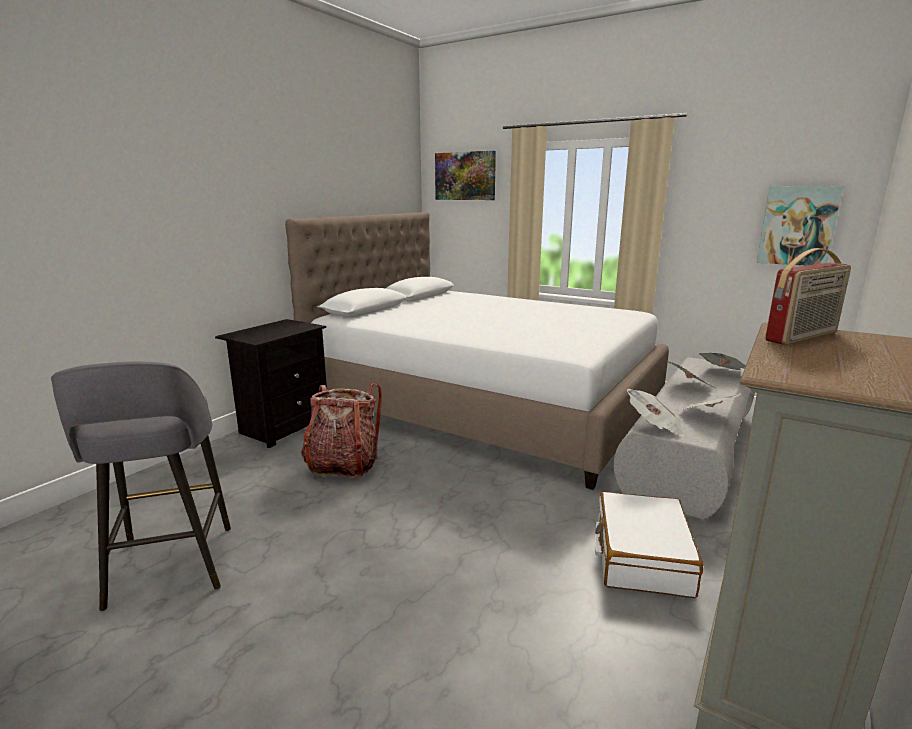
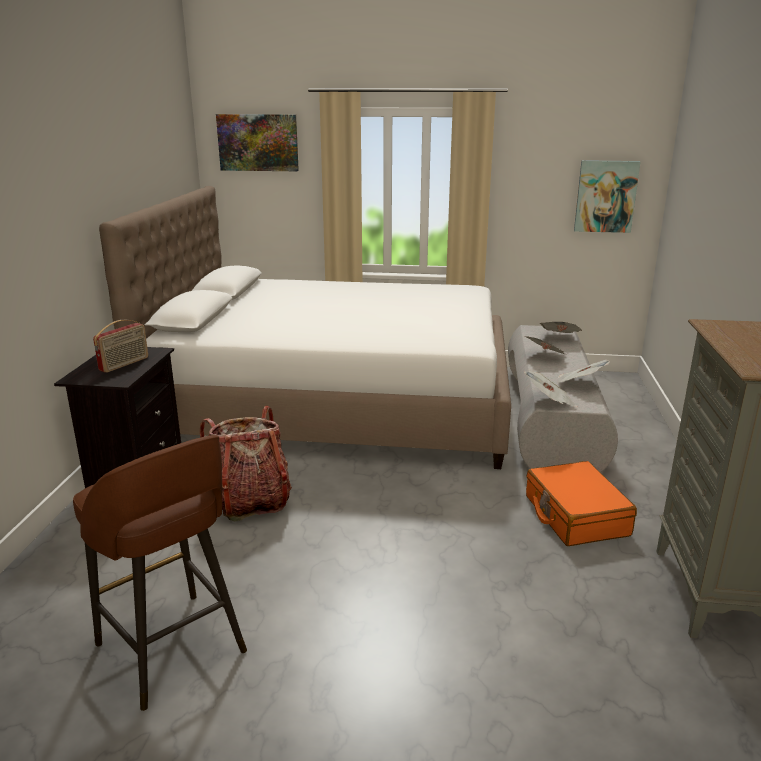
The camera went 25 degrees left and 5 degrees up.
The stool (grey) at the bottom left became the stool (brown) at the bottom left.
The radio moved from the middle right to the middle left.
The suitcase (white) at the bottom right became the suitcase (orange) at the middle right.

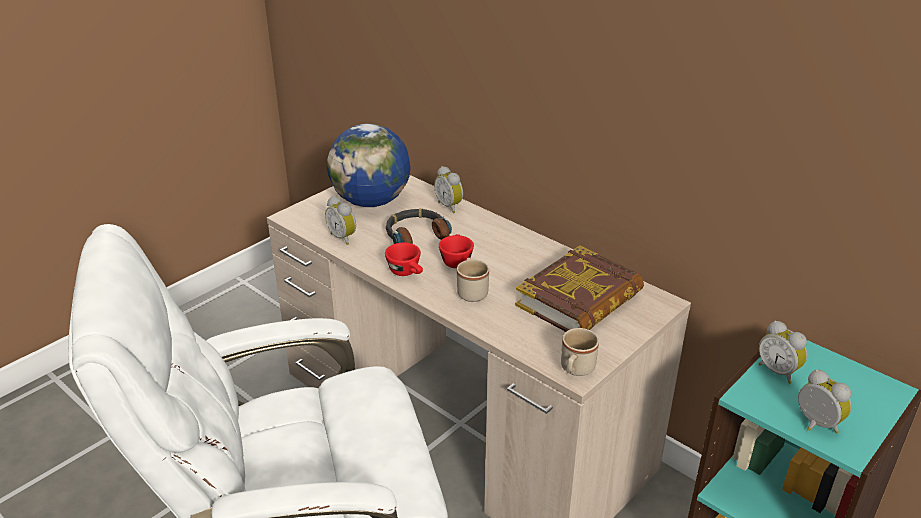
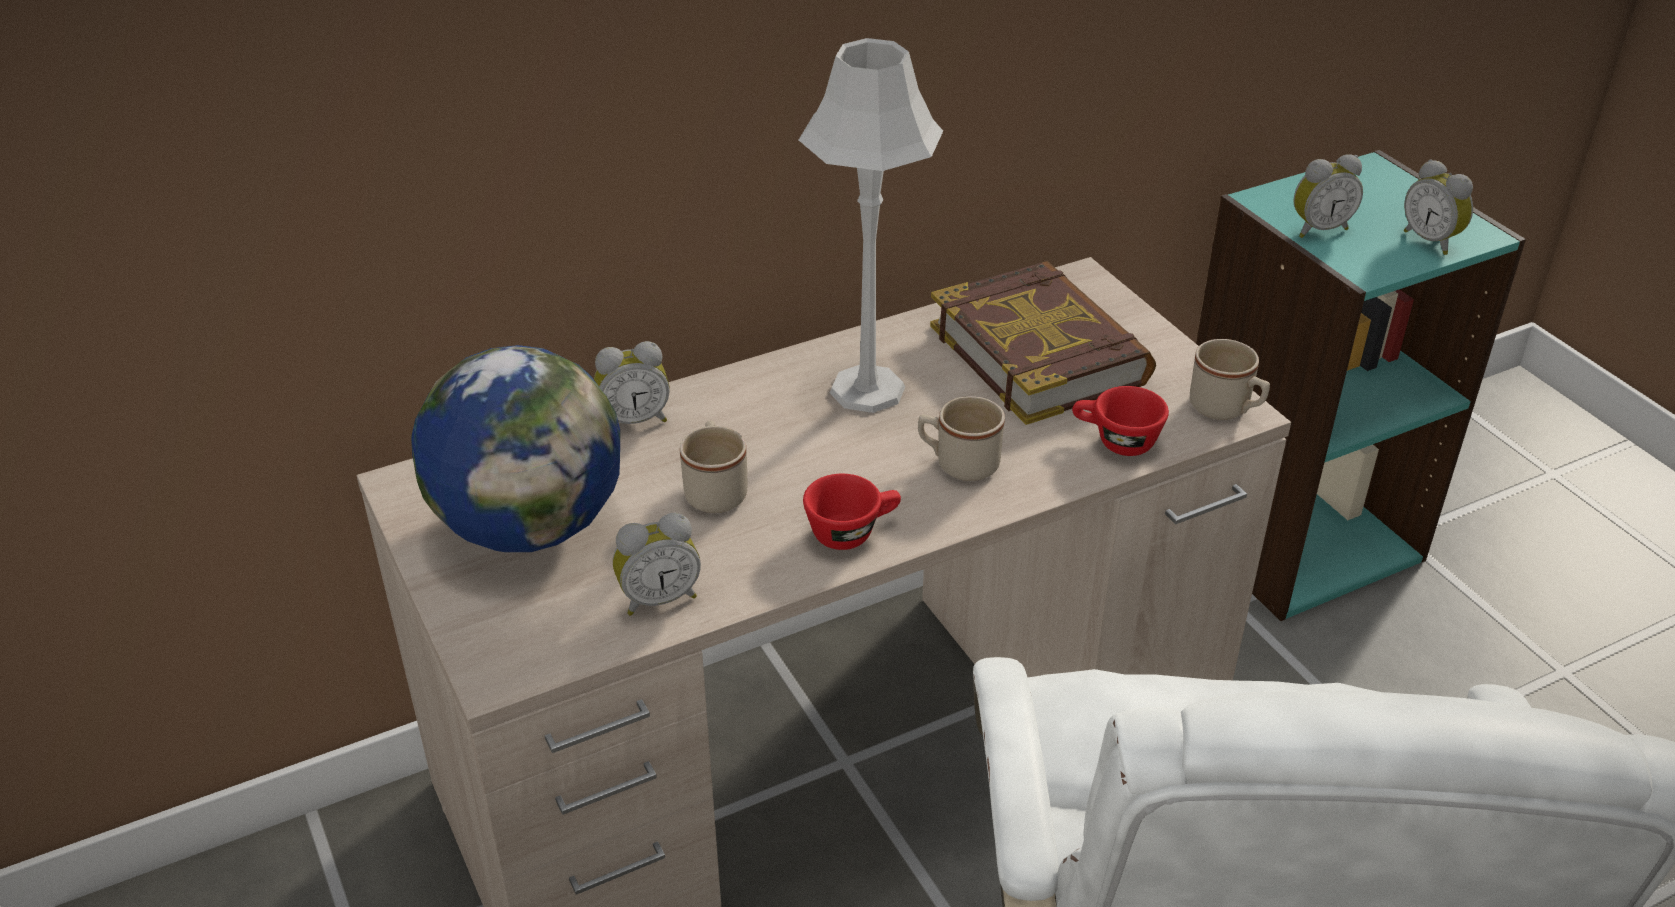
The camera went 70 degrees left and 5 degrees up.
The headphones at the centre was replaced by the mug (beige) (no. 1 from left) at the centre.
The table lamp (grey) at the top centre appeared.
The cup (red) (no. 2 from left) moved from the centre to the middle right.
The alarm clock (no. 4 from left) at the bottom right turned 105 degrees counterclockwise.

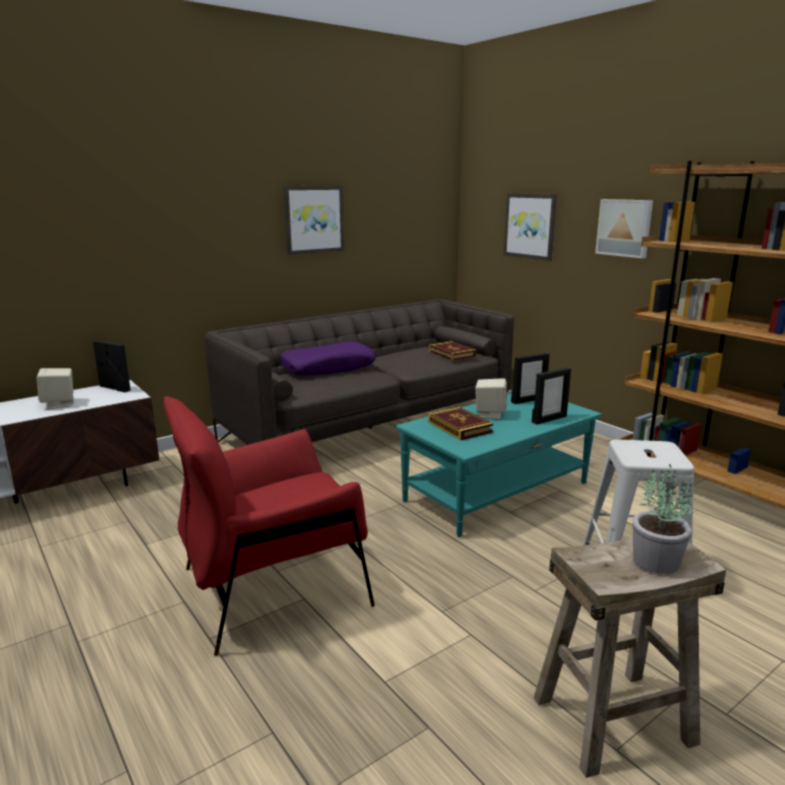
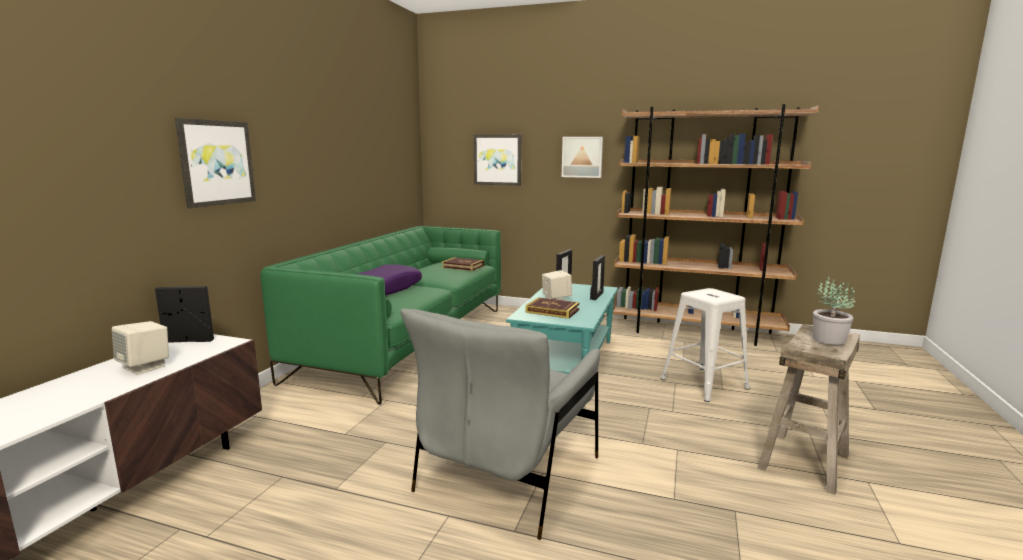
The camera went 35 degrees left and 5 degrees down.
The picture (no. 1 from left) moved from the top centre to the top left.
The sofa (grey) at the centre became the sofa (green) at the centre.
The armchair (red) at the bottom centre became the armchair (grey) at the bottom centre.

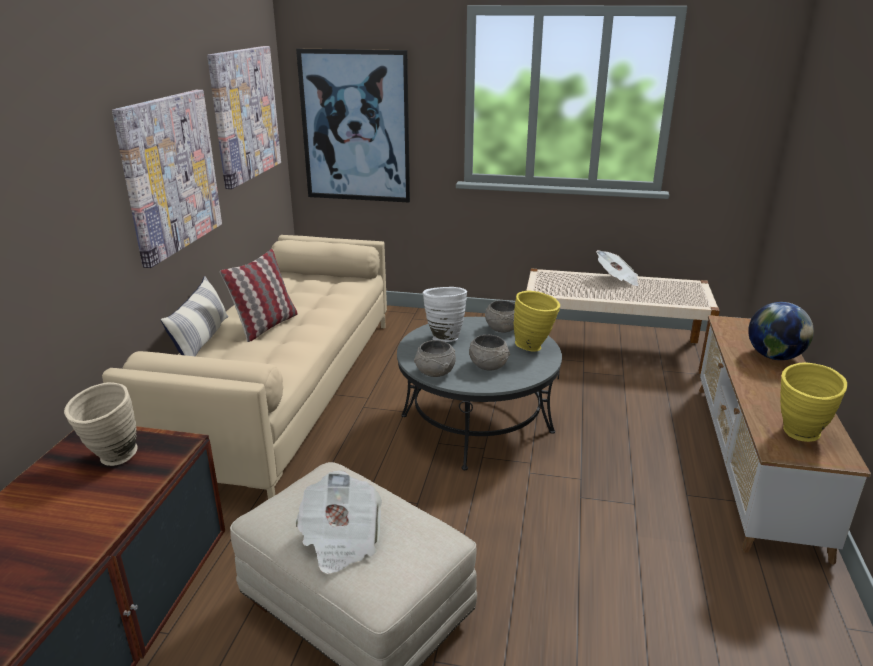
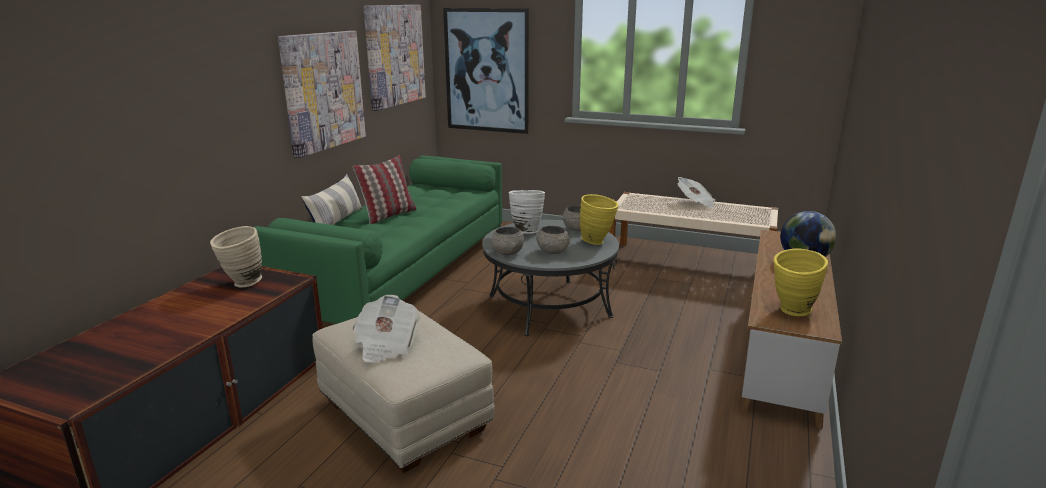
The camera went 10 degrees right and 5 degrees down.
The sofa (beige) at the middle left became the sofa (green) at the centre.

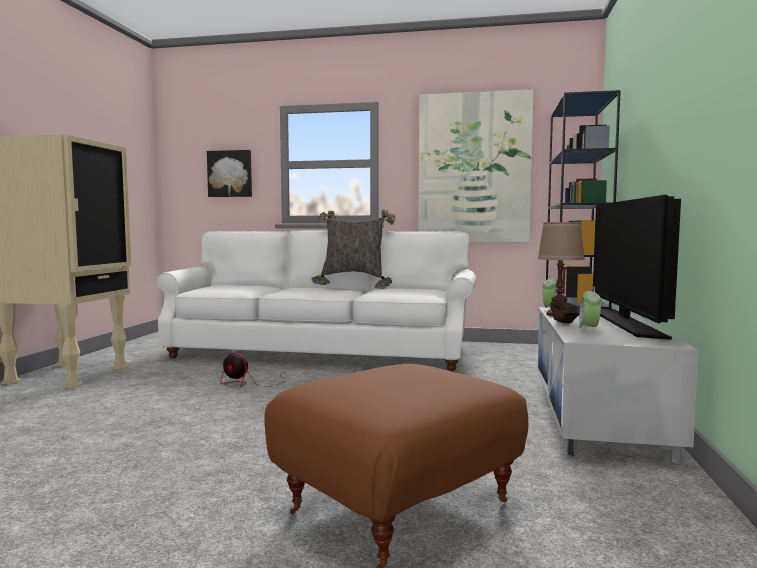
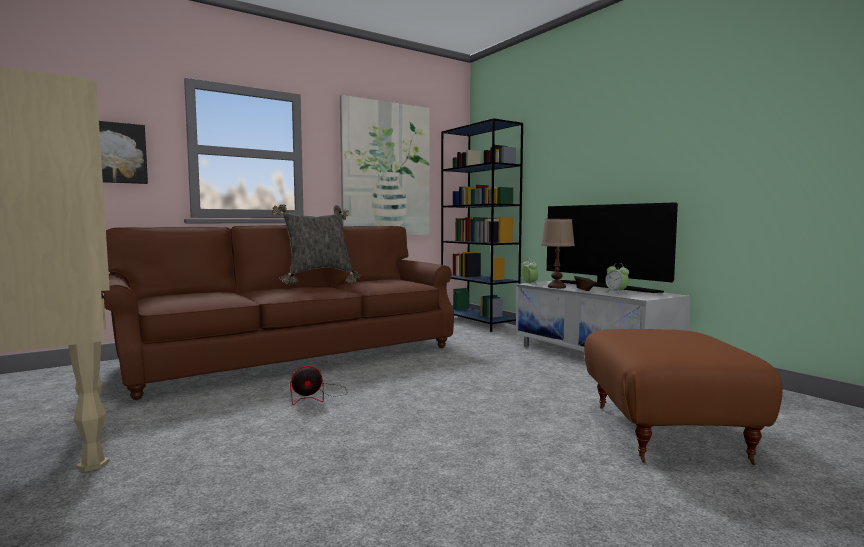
The camera went 45 degrees left and 0 degrees up.
The sofa (white) at the centre became the sofa (brown) at the middle left.

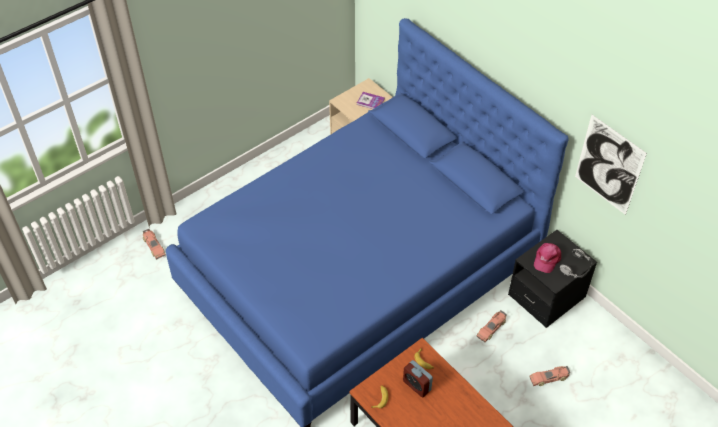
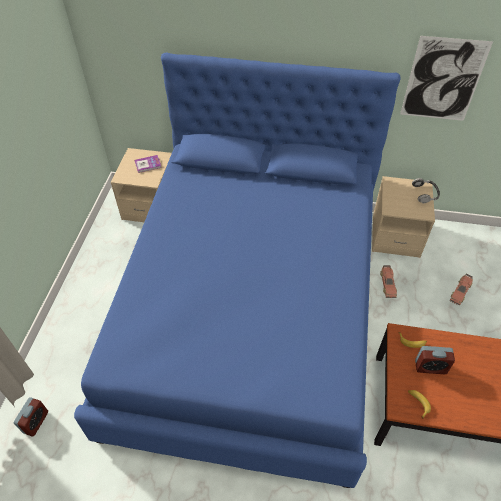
The camera went 40 degrees left and 0 degrees up.
The toy car (no. 1 from left) at the middle left was replaced by the alarm clock (no. 1 from left) at the bottom left.
The nightstand (black) at the middle right became the nightstand (beige) (no. 2 from left) at the middle right.
The cap (pink) at the middle right disappeared.

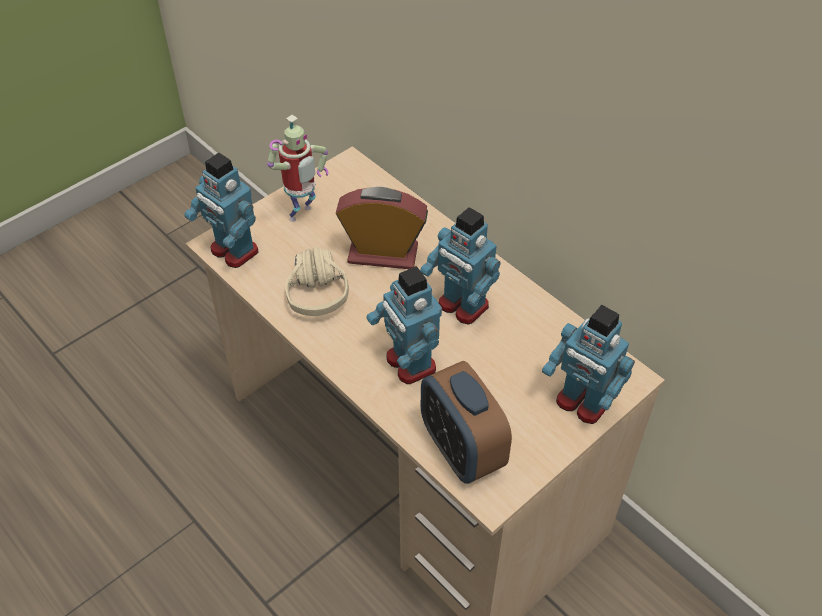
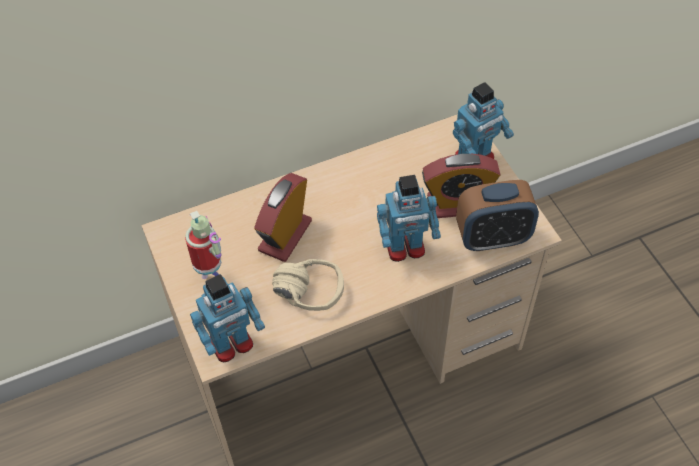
The camera went 70 degrees left and 5 degrees up.
The alarm clock (no. 2 from left) at the centre appeared.
The toy robot (no. 4 from left) at the centre disappeared.

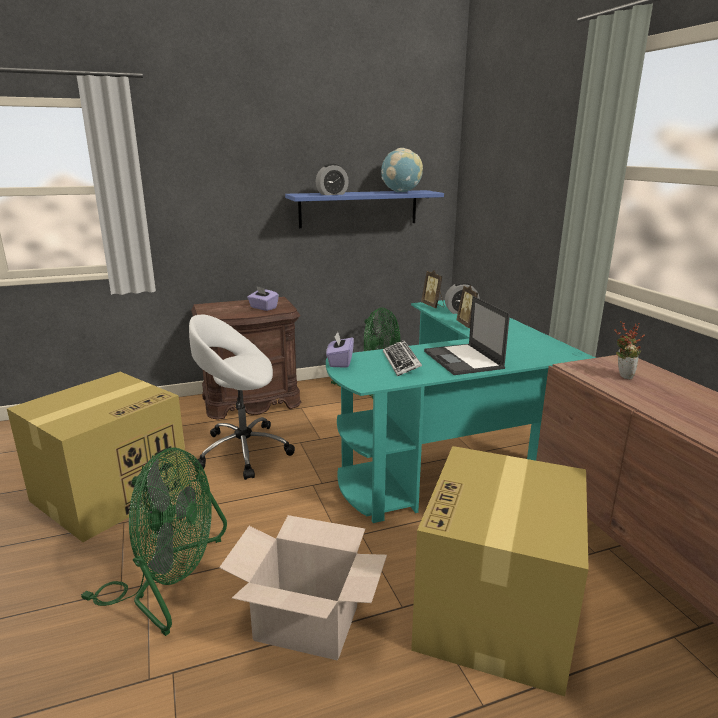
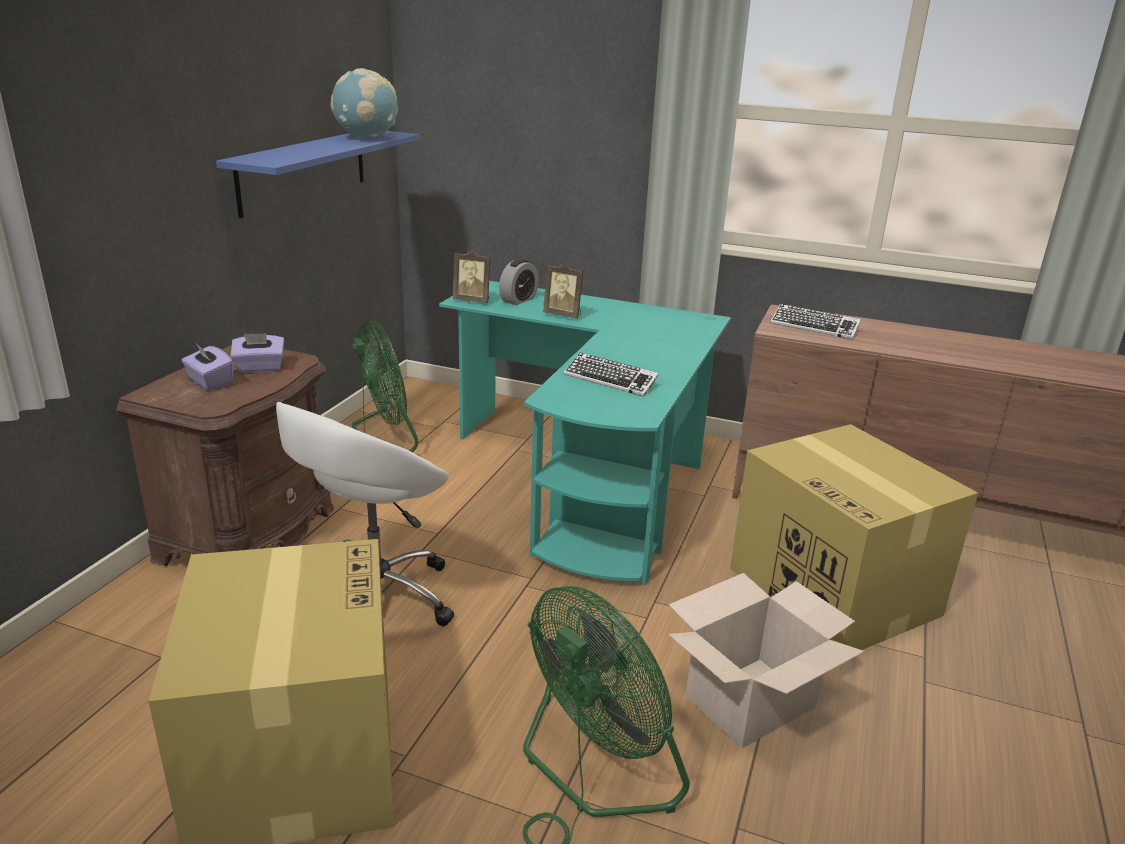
The camera went 50 degrees left and 5 degrees up.
The tissue box (purple) (no. 2 from left in the first image) moved from the centre to the middle left.
The potted plant at the middle right was replaced by the keyboard (no. 2 from left) at the middle right.
The alarm clock (no. 1 from left) at the top centre disappeared.
The laptop at the centre disappeared.

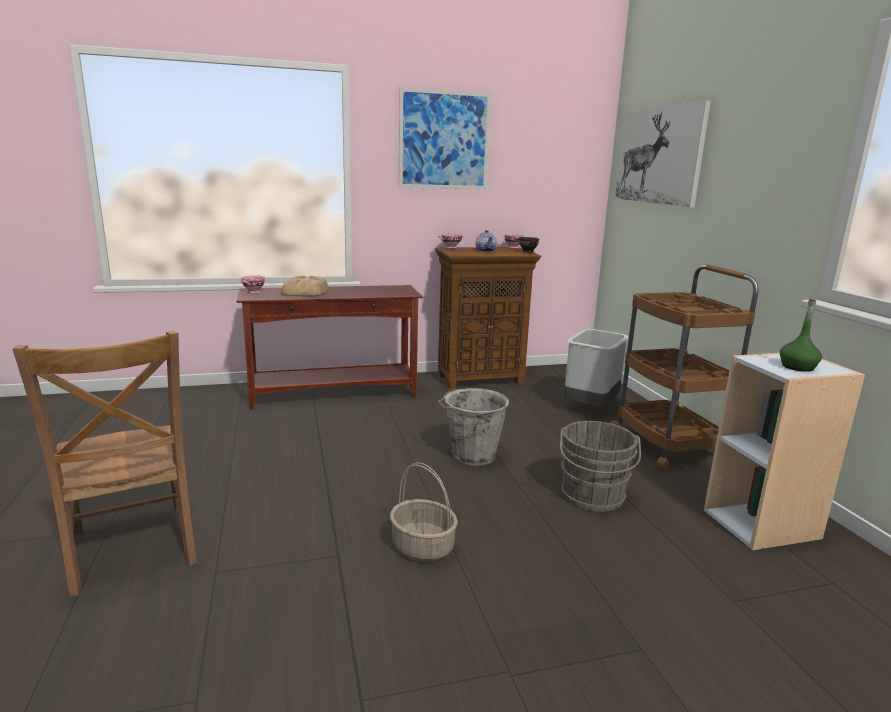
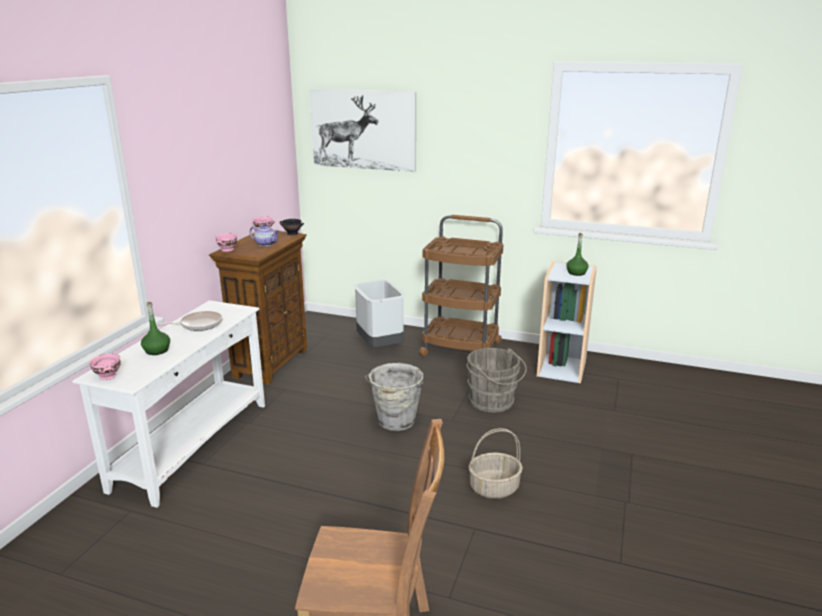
The camera went 55 degrees left and 5 degrees up.
The console table (brown) at the centre became the console table (white) at the middle left.
The bread at the centre was replaced by the bottle (green) (no. 1 from left) at the middle left.
The frying pan at the middle left appeared.
The picture (no. 1 from left) at the top centre disappeared.

